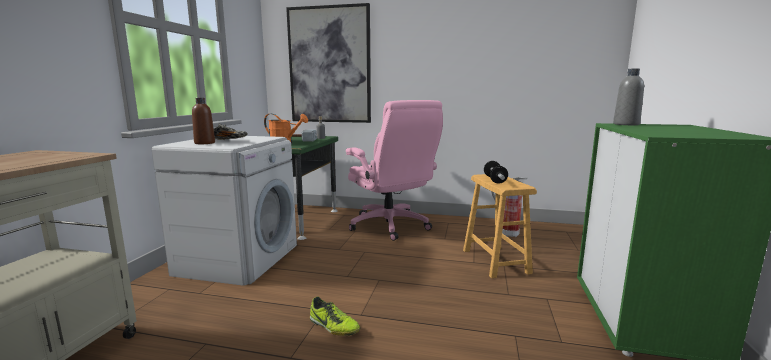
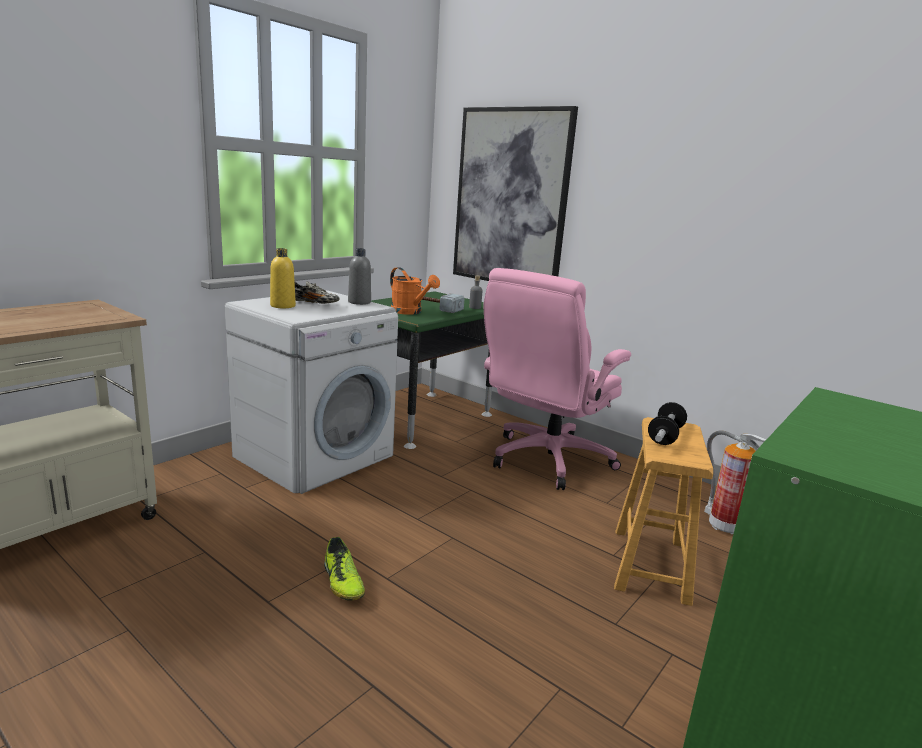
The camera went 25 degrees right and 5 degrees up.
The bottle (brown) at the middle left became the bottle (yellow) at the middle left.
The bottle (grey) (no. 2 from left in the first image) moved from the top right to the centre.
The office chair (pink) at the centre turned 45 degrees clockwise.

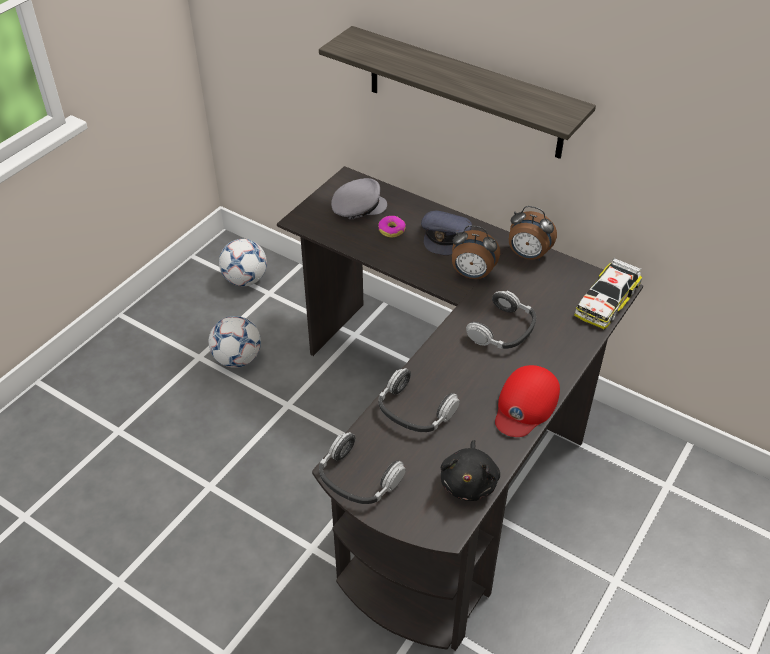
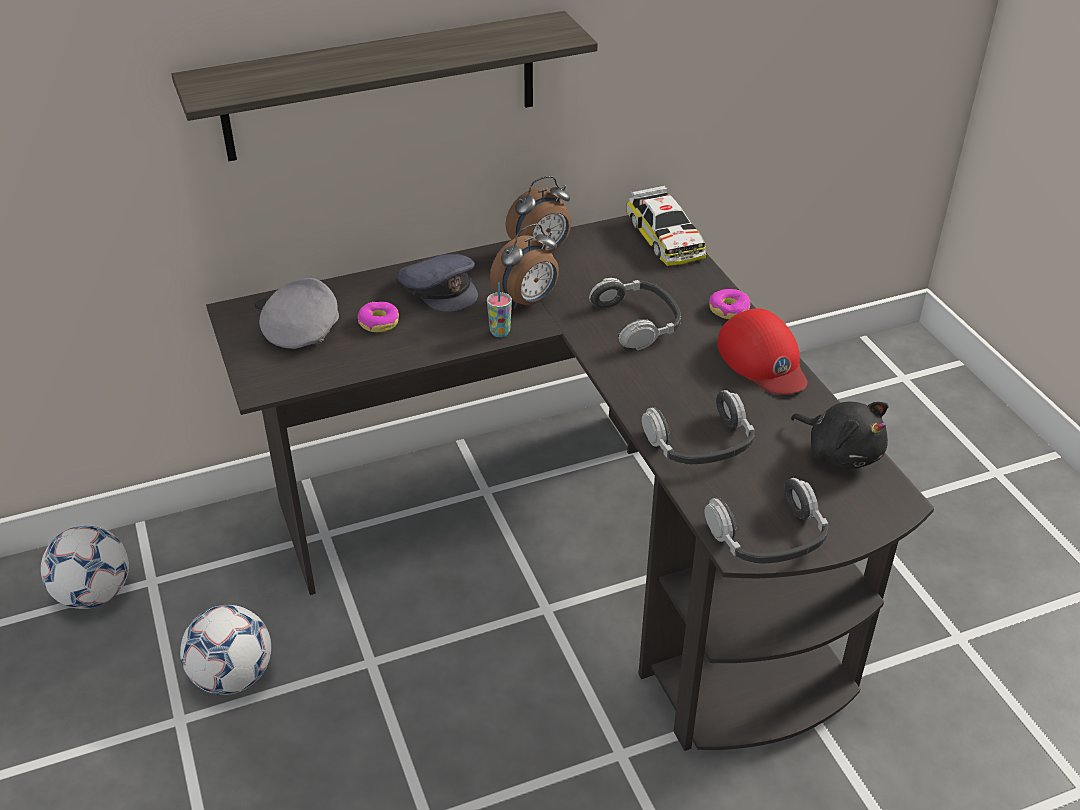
The camera went 55 degrees left and 5 degrees down.
The cup at the centre appeared.
The donut (no. 2 from left) at the middle right appeared.

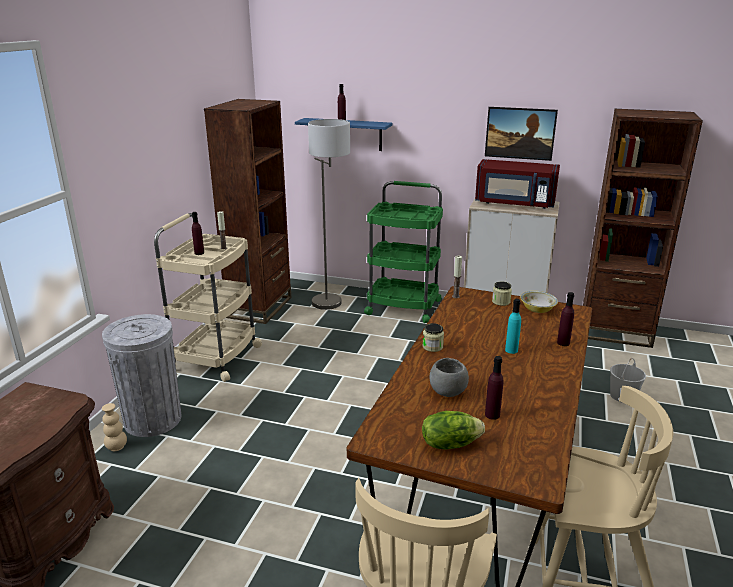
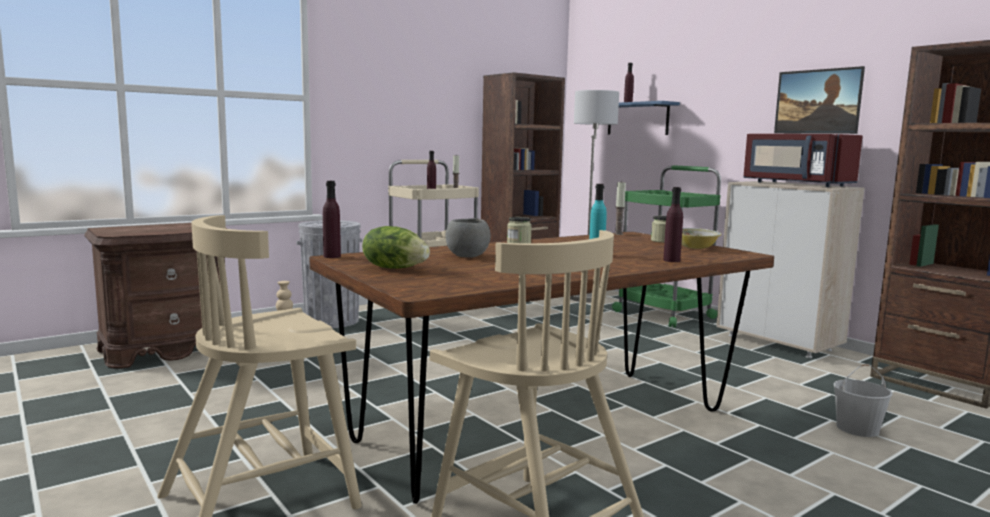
The camera went 35 degrees right and 15 degrees down.
The bottle (purple) (no. 3 from left in the first image) moved from the middle right to the centre.

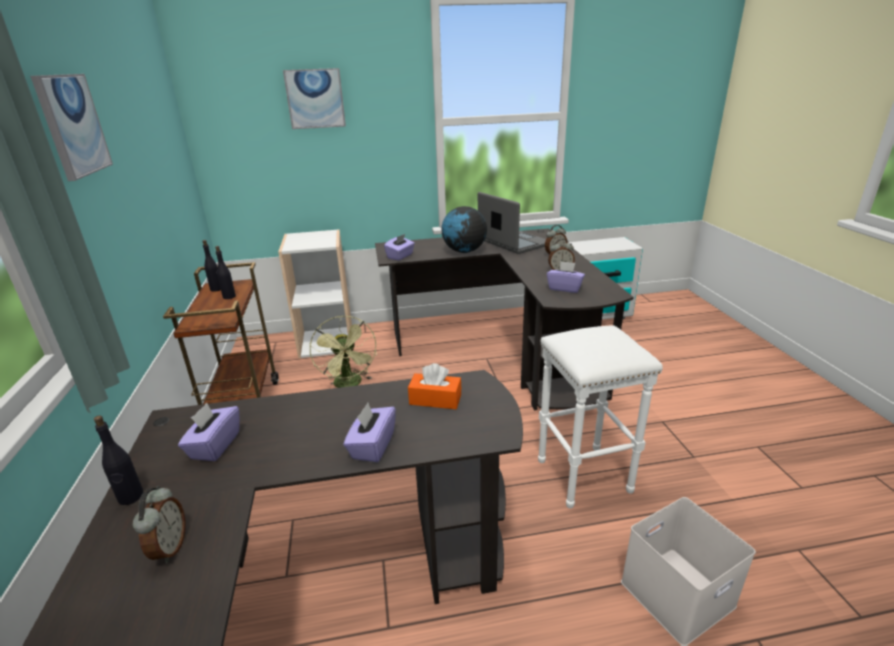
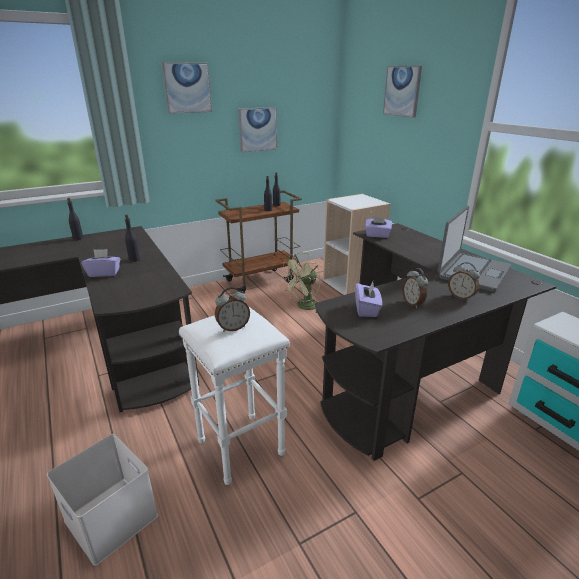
The camera went 70 degrees right and 0 degrees up.
The bottle (black) (no. 2 from left) at the middle left appeared.
The alarm clock (no. 1 from left) moved from the bottom left to the centre.
The picture (no. 2 from left) at the top centre appeared.
The tissue box (purple) (no. 1 from left) at the bottom left disappeared.
The tissue box (orange) at the centre disappeared.
The globe at the centre disappeared.

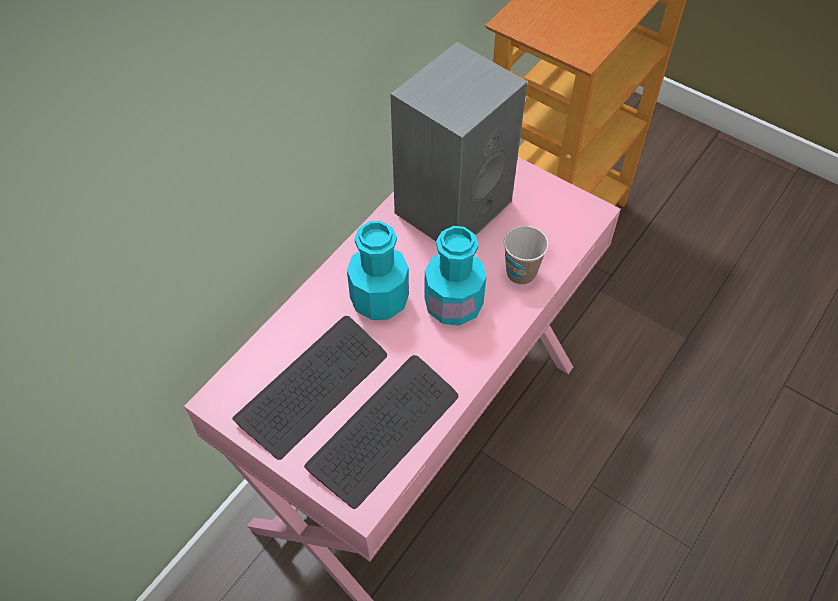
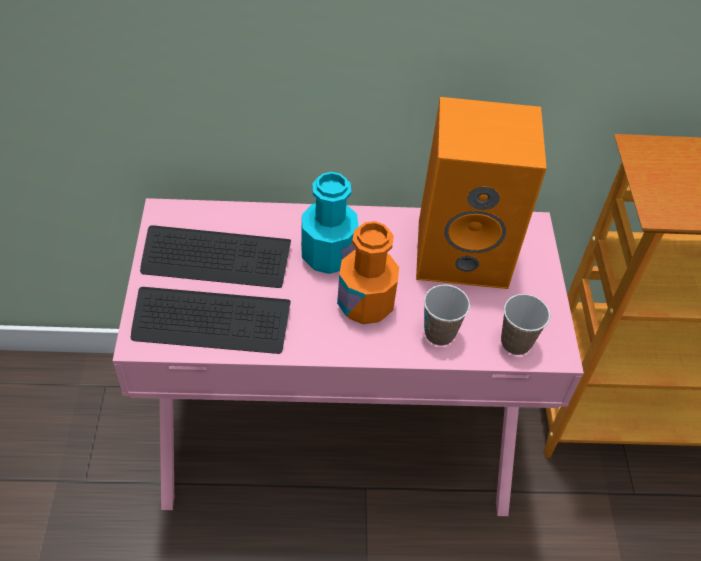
The camera went 50 degrees right and 5 degrees down.
The bottle (turquoise) (no. 2 from left) at the centre became the bottle (orange) at the centre.
The speaker (grey) at the top centre became the speaker (orange) at the middle right.
The cup (no. 2 from left) at the middle right appeared.

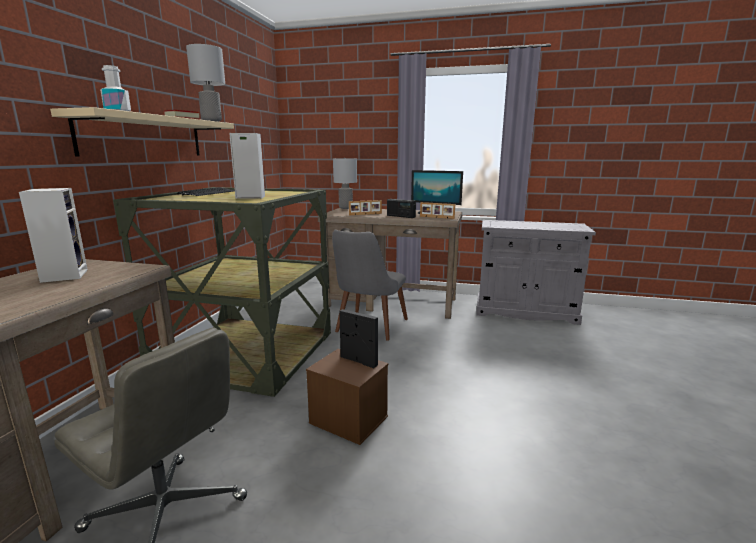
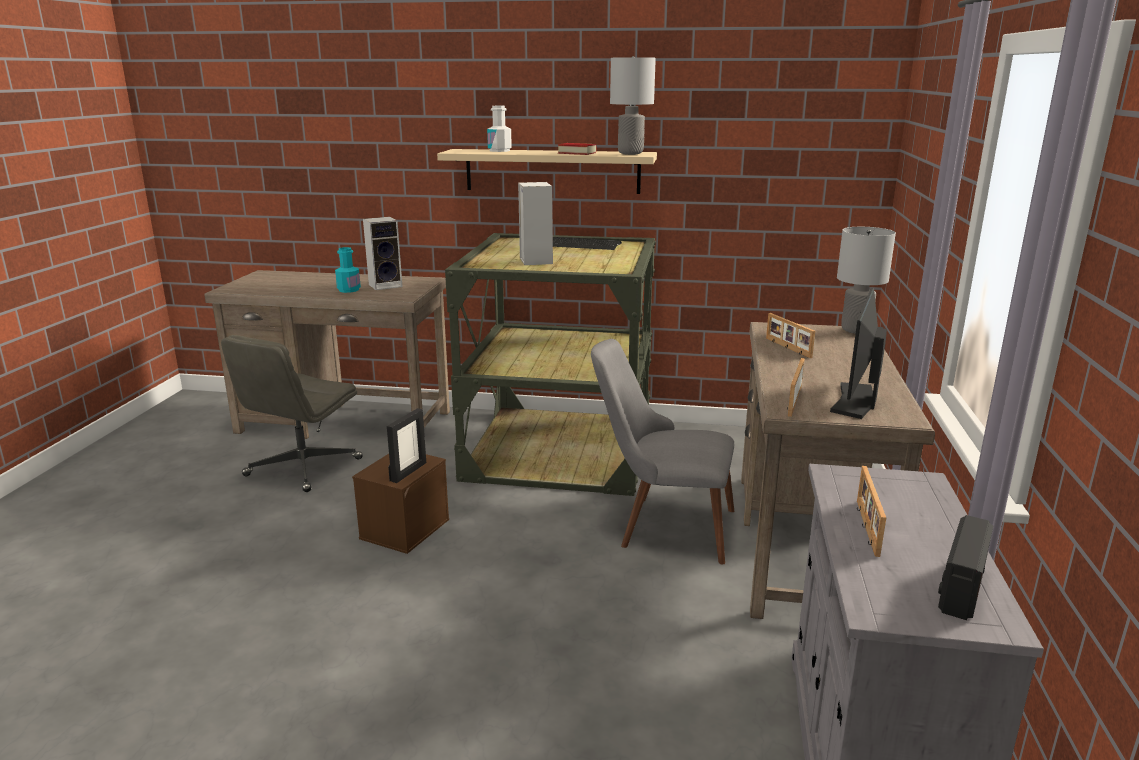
The camera went 85 degrees right and 5 degrees up.
The bottle (turquoise) at the middle left appeared.
The picture frame (no. 4 from left) at the bottom right appeared.
The radio moved from the centre to the bottom right.

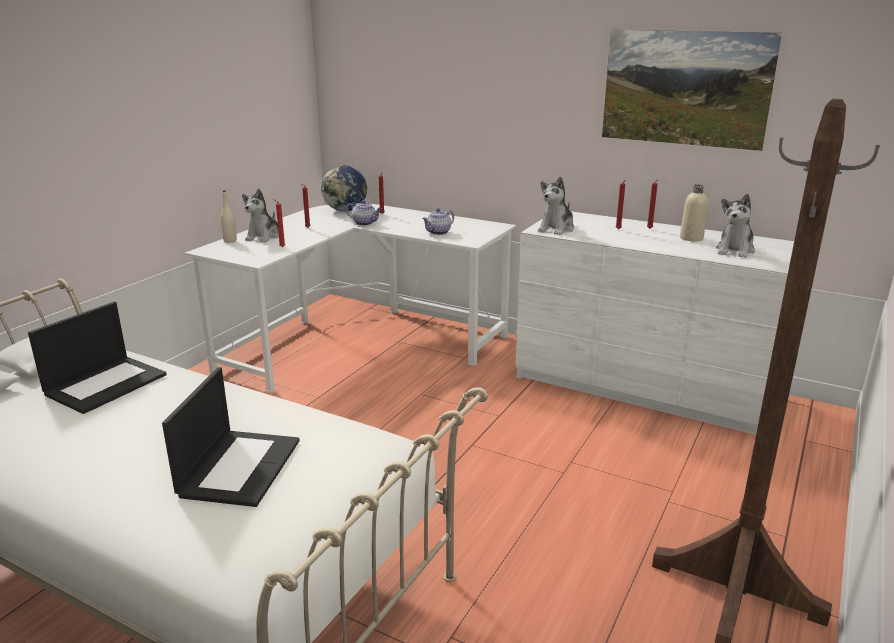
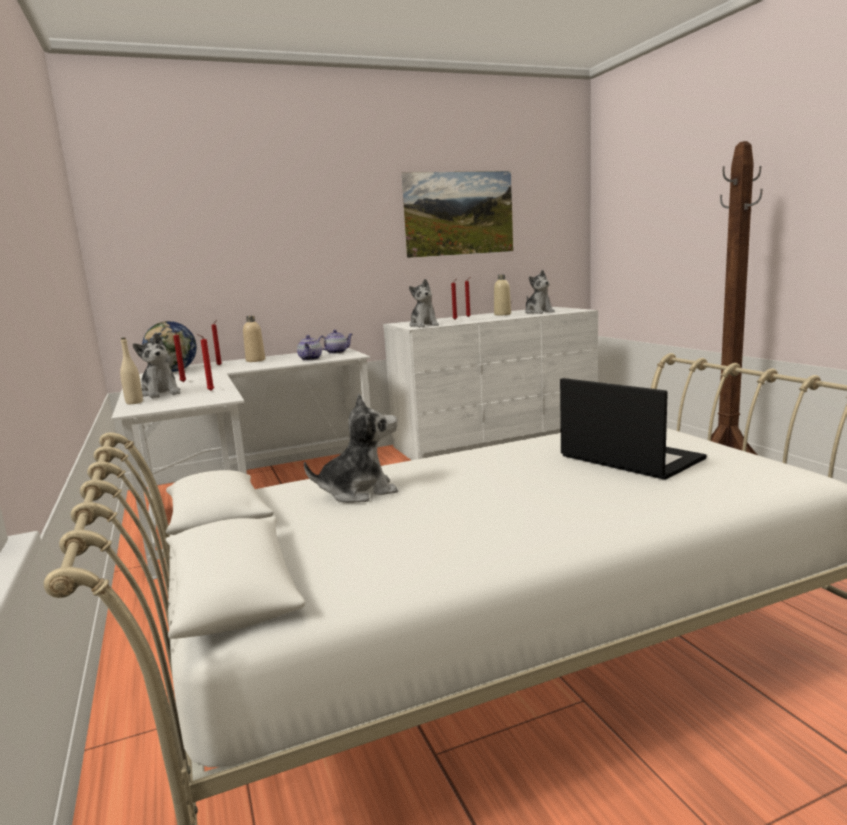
The camera went 50 degrees left and 10 degrees down.
The bottle (beige) (no. 2 from left) at the middle left appeared.
The laptop (no. 1 from left) at the middle left was replaced by the plush toy (no. 2 from left) at the centre.
The teapot (no. 1 from left in the first image) moved from the top centre to the centre.

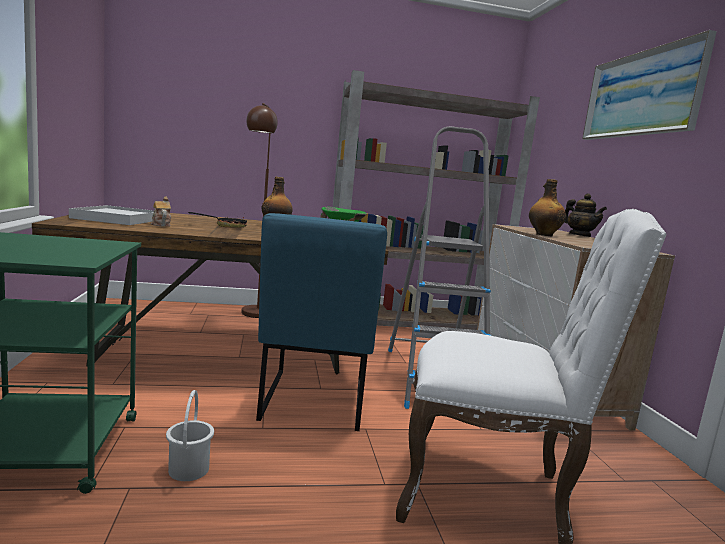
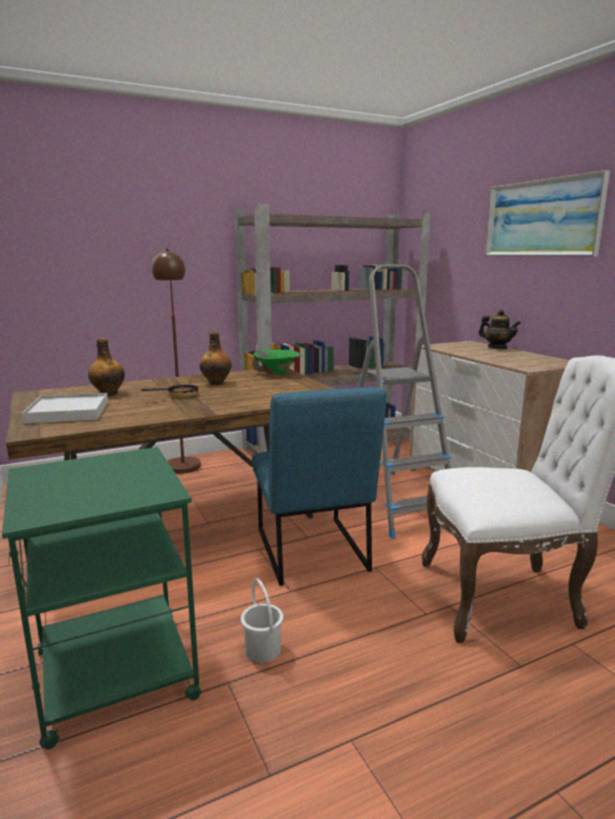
The camera went 15 degrees left and 5 degrees up.
The bottle (no. 2 from left in the first image) moved from the middle right to the middle left.
The teapot (no. 1 from left) at the middle left disappeared.

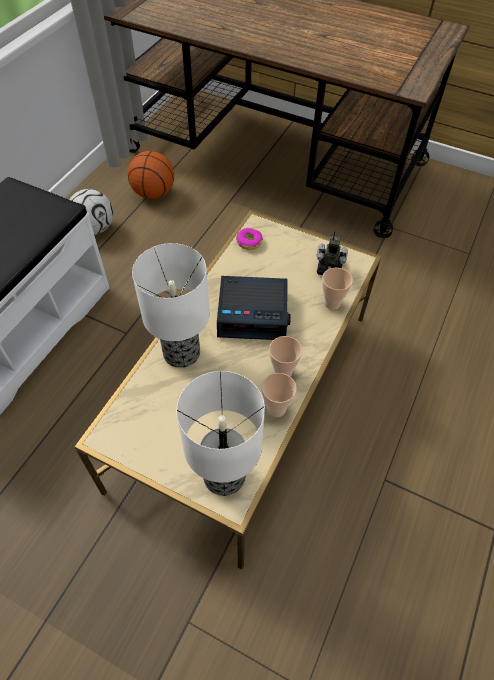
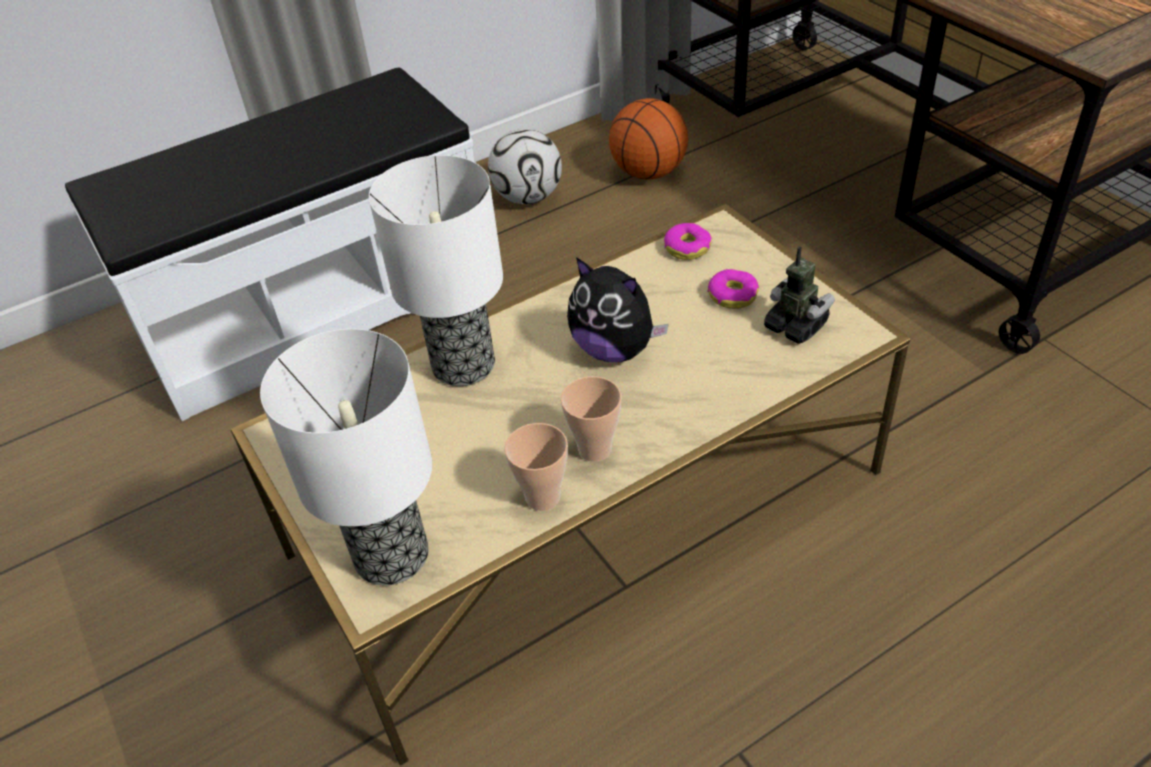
The camera went 35 degrees right and 10 degrees down.
The alarm clock at the centre was replaced by the plush toy at the centre.
The donut (no. 2 from left) at the centre appeared.
The cup (no. 3 from left) at the middle right disappeared.

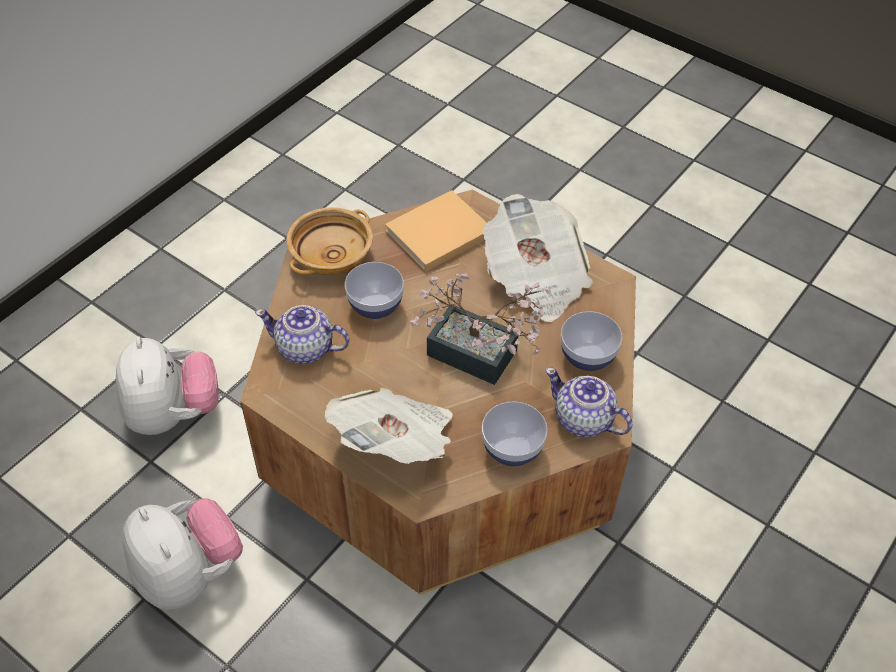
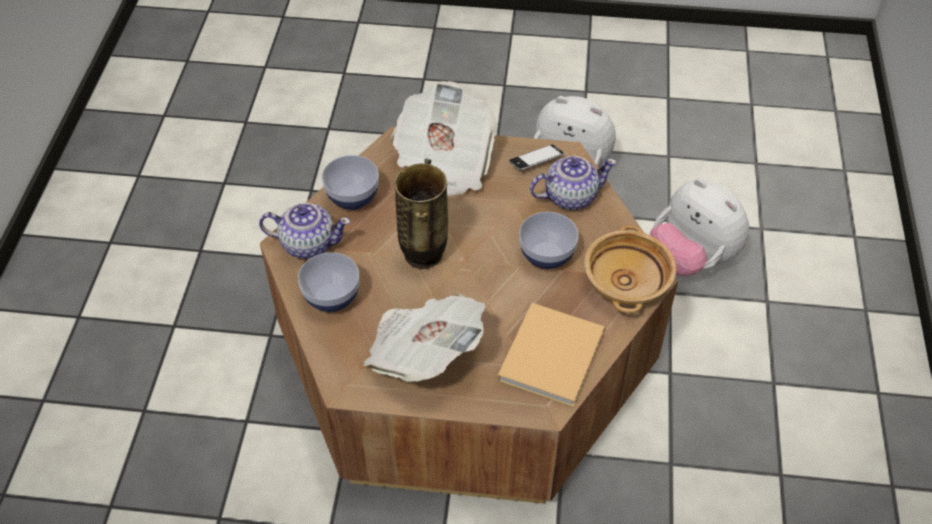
The camera went 150 degrees right and 0 degrees up.
The potted plant at the centre was replaced by the vase at the centre.
The phone at the top centre appeared.

